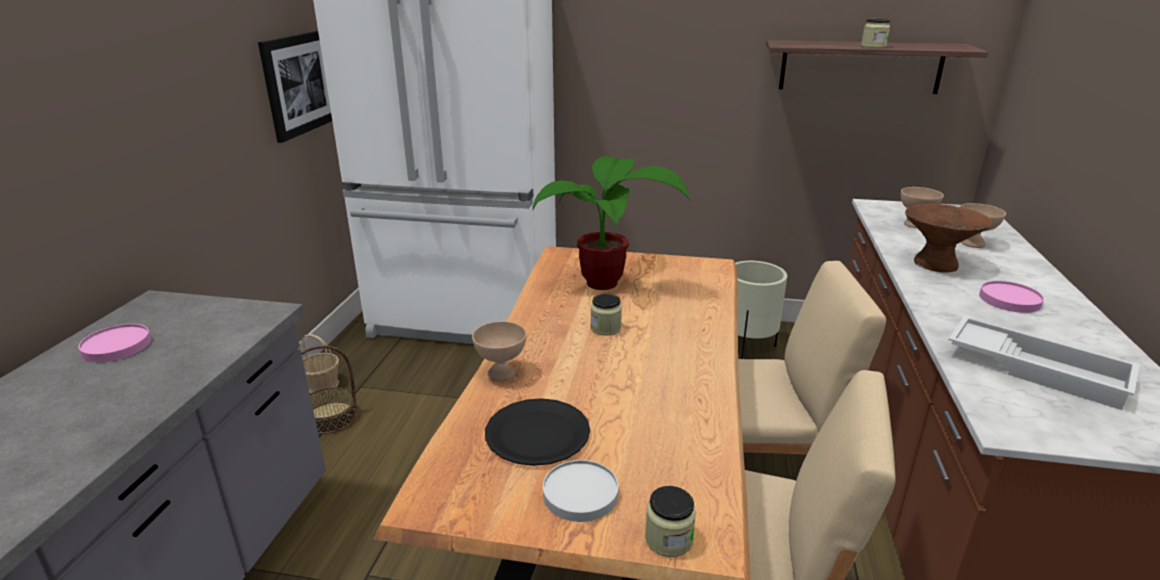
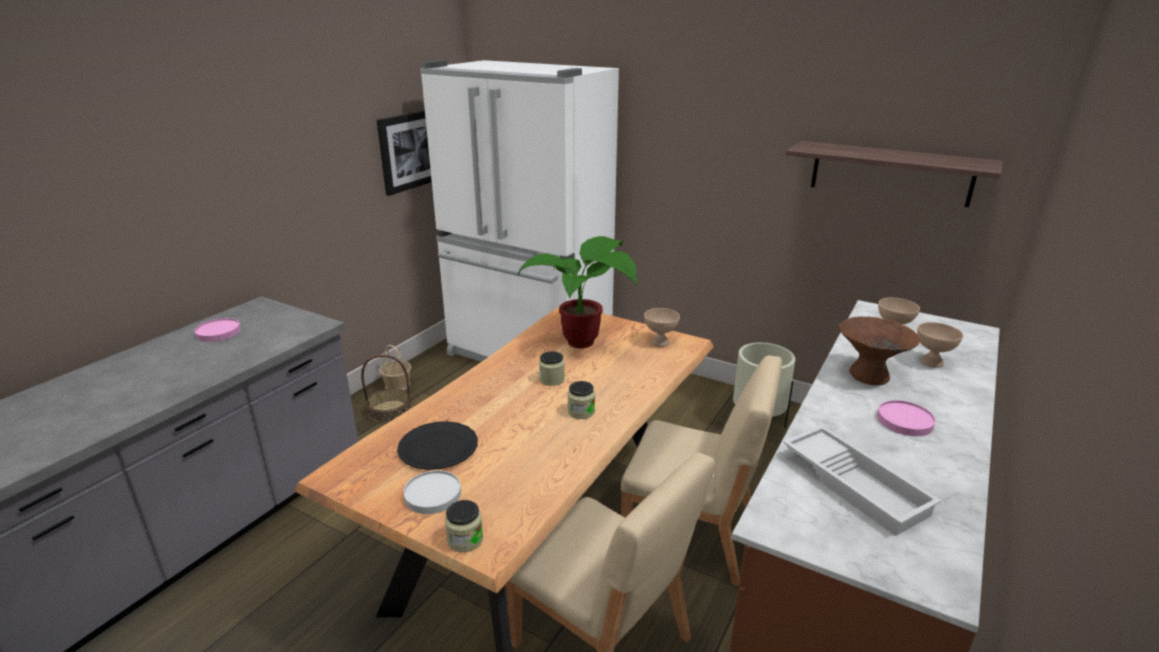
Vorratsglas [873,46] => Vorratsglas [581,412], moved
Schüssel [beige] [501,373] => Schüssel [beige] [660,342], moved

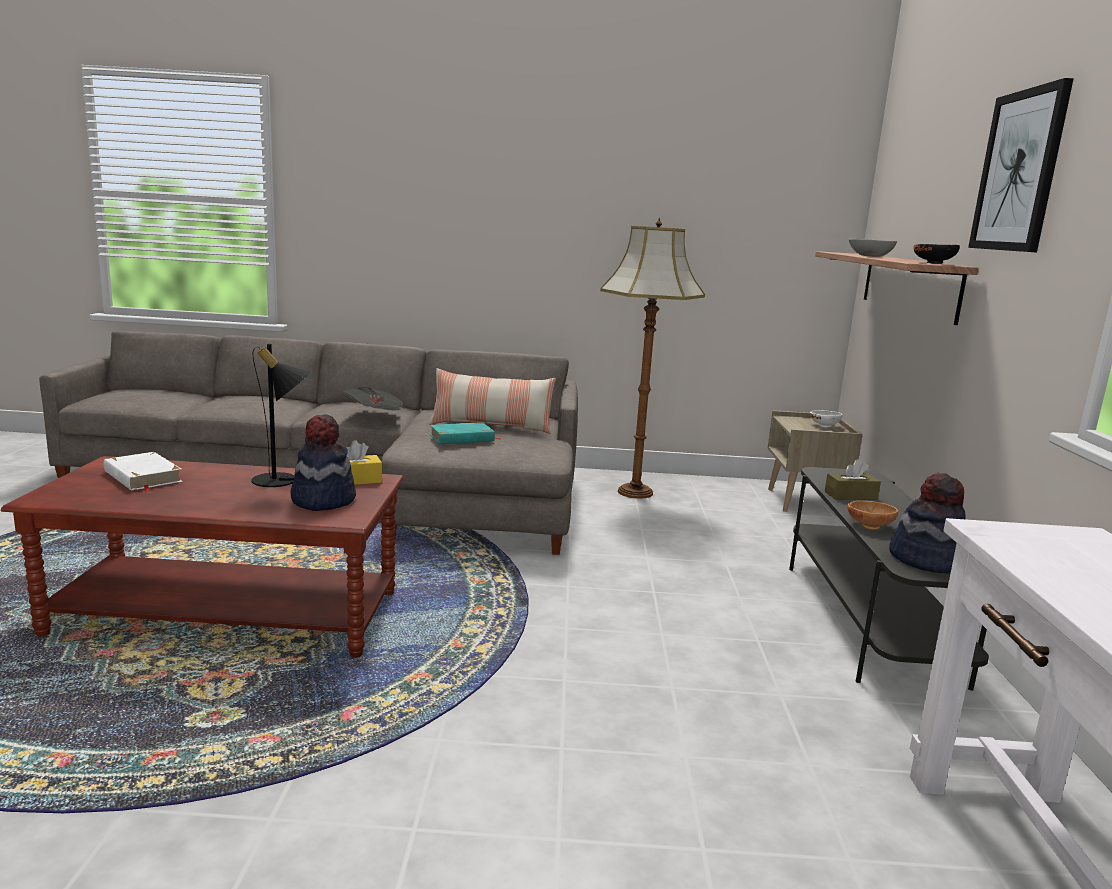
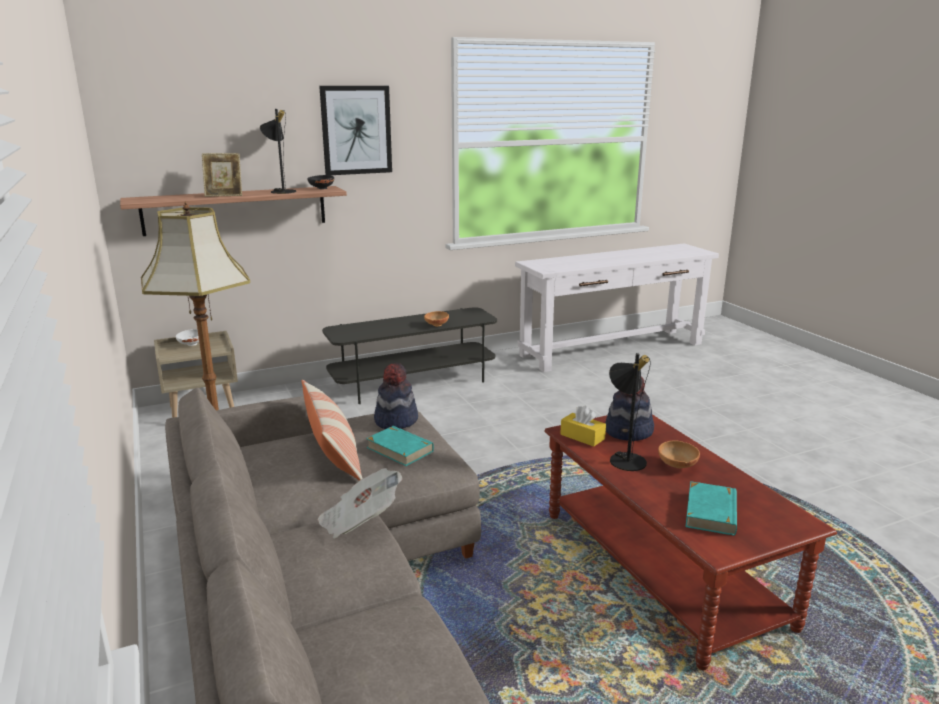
Schüssel [grau] [870,256] => Bilderrahmen [224,195]
nothing => Tischlampe [schwarz] [281,191]
Hut [926,560] => Hut [395,420], moved
nothing => Schüssel [braun] [676,466]
Buch [weiß] [142,477] => Buch [türkis] [711,512]
Taschentuchbox [braun] [850,495] => nothing

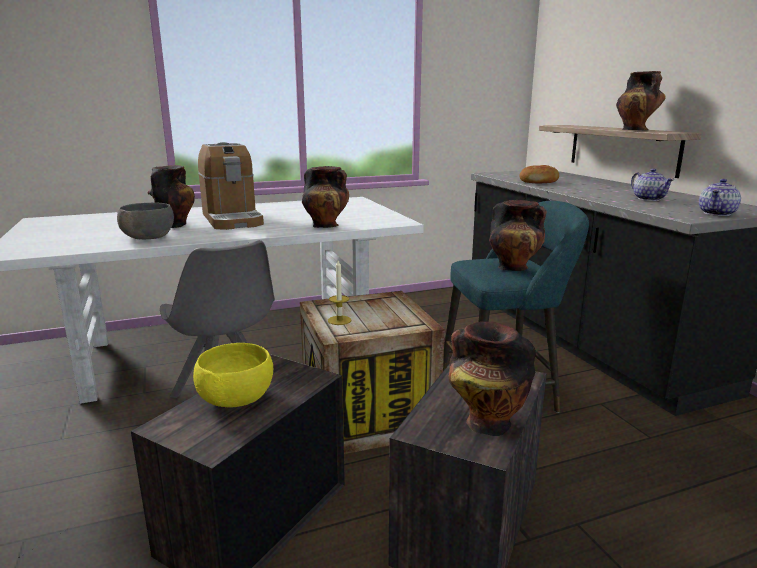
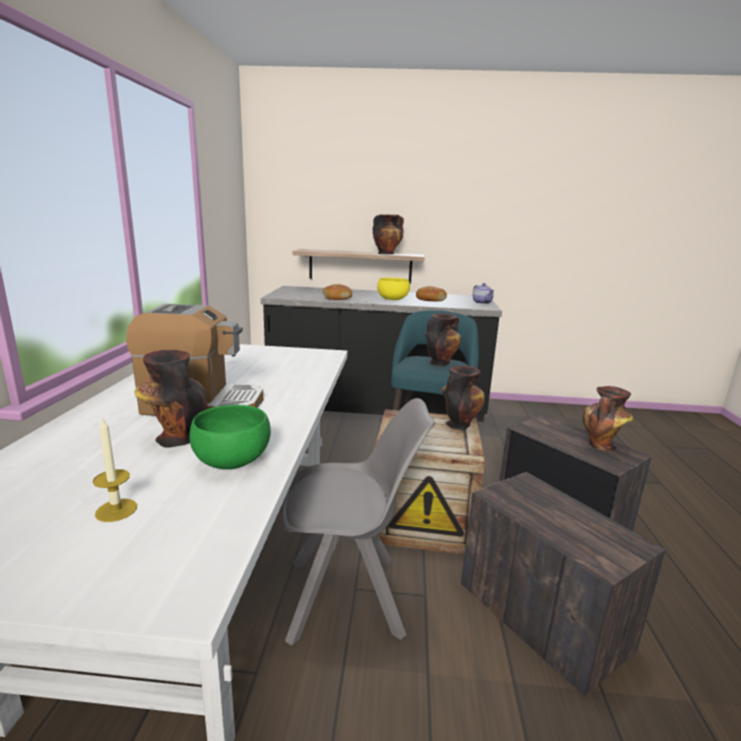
Kerze [339,320] => Kerze [116,510], moved
Schüssel [grau] [148,237] => Schüssel [grün] [232,460]
Schüssel [gelb] [235,399] => Schüssel [gelb] [393,299], moved
Teekanne [649,199] => Brot [430,299]
Vase [327,225] => Vase [459,424], moved

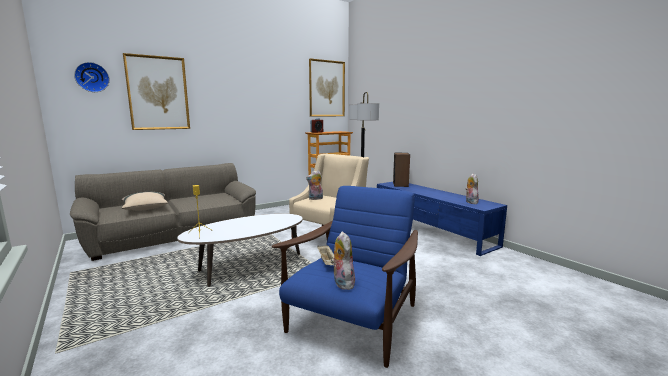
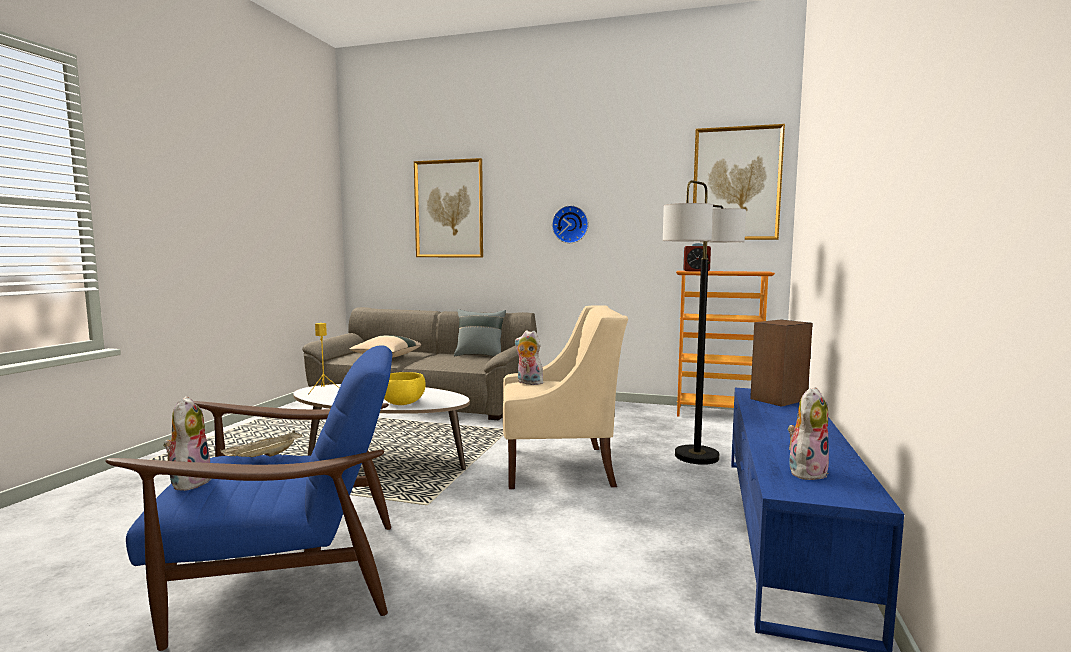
Plüschtier [342,283] => Plüschtier [189,481], 45 degrees counterclockwise
nothing => Schüssel [gelb] [402,403]
nothing => Kissen [grau] [480,355]
Wanduhr [92,77] => Wanduhr [570,224], moved

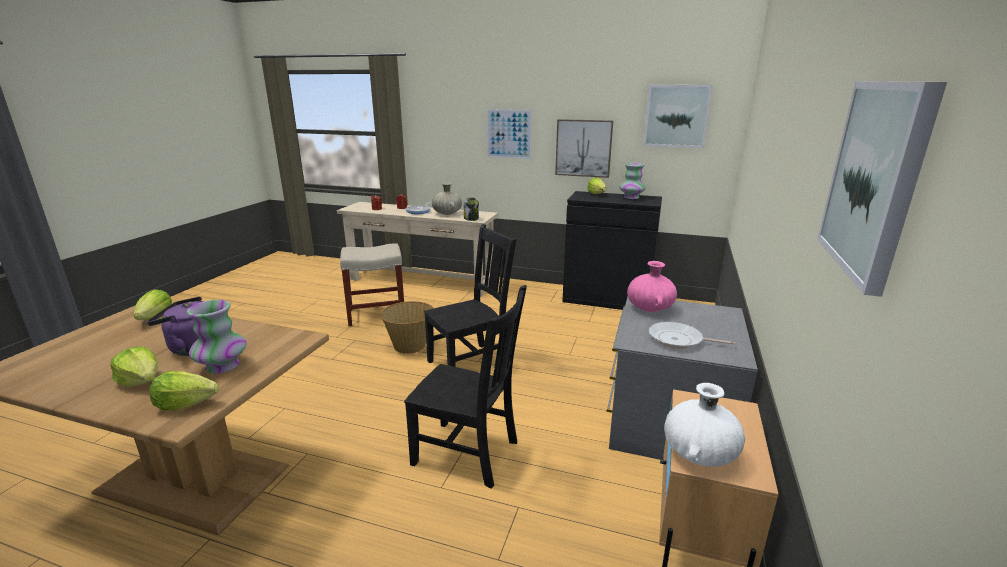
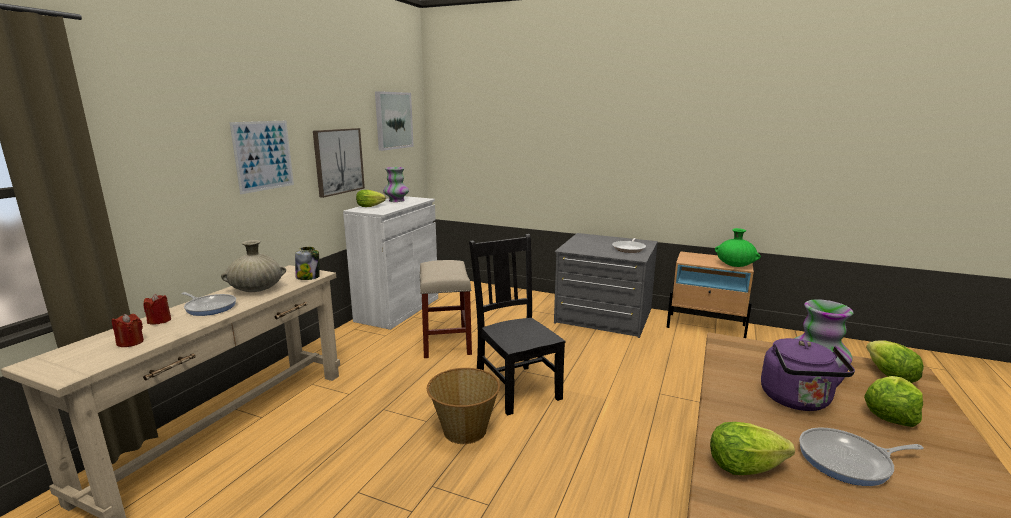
Schrank [schwarz] [606,299] => Schrank [weiß] [398,309]
Hocker [beige] [377,314] => Hocker [beige] [445,342], moved
Vase [weiß] [699,453] => Vase [grün] [735,265]
nothing => Pfanne [848,461]
Stuhl [schwarz] [469,453] => nothing
Vase [rosa] [650,308] => nothing
Bild [875,179] => nothing

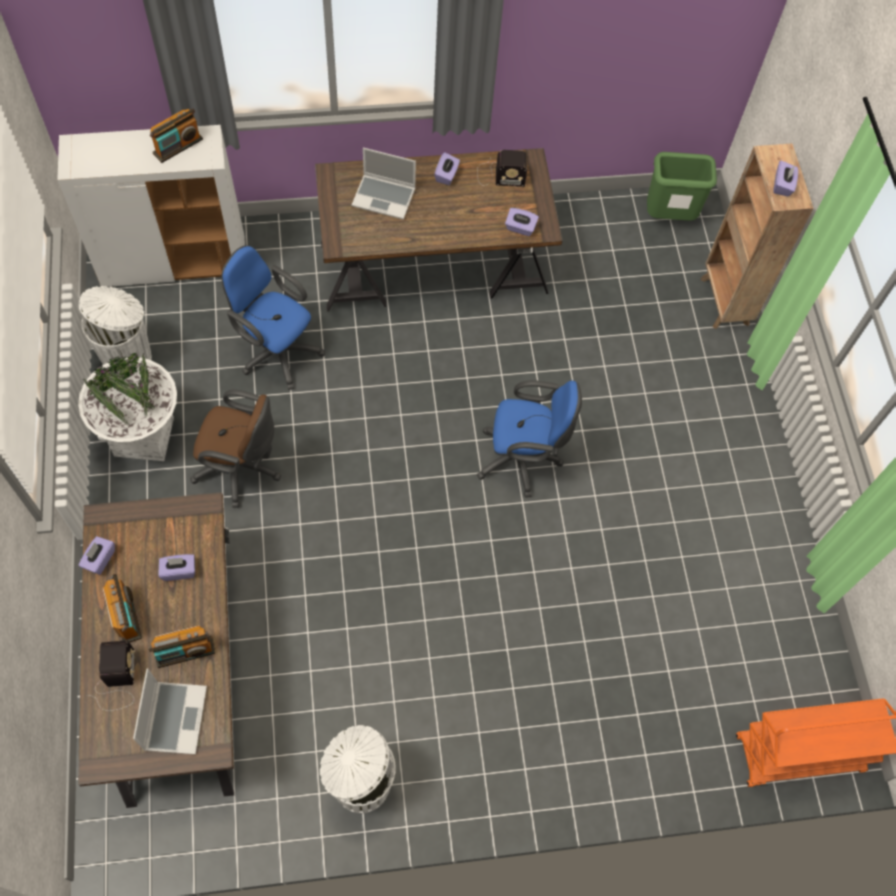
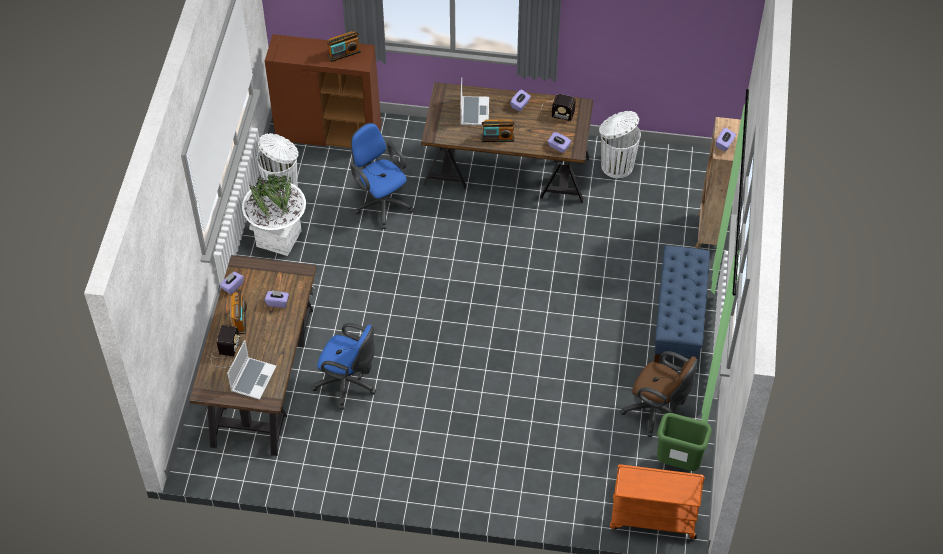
Schrank [weiß] [175,262] => Schrank [braun] [329,134]
Bürostuhl [blau] [523,459] => Bürostuhl [blau] [348,384], moved
Laptop [384,197] => Laptop [474,111], 120 degrees counterclockwise
Radio [185,652] => Radio [497,138], moved
Mülleimer [weiß] [360,783] => Mülleimer [weiß] [616,165], moved
Bürostuhl [braun] [241,469] => Bürostuhl [braun] [657,412], moved
nothing => Bank [blau] [678,324]
Mülleimer [grün] [669,217] => Mülleimer [grün] [678,463], moved

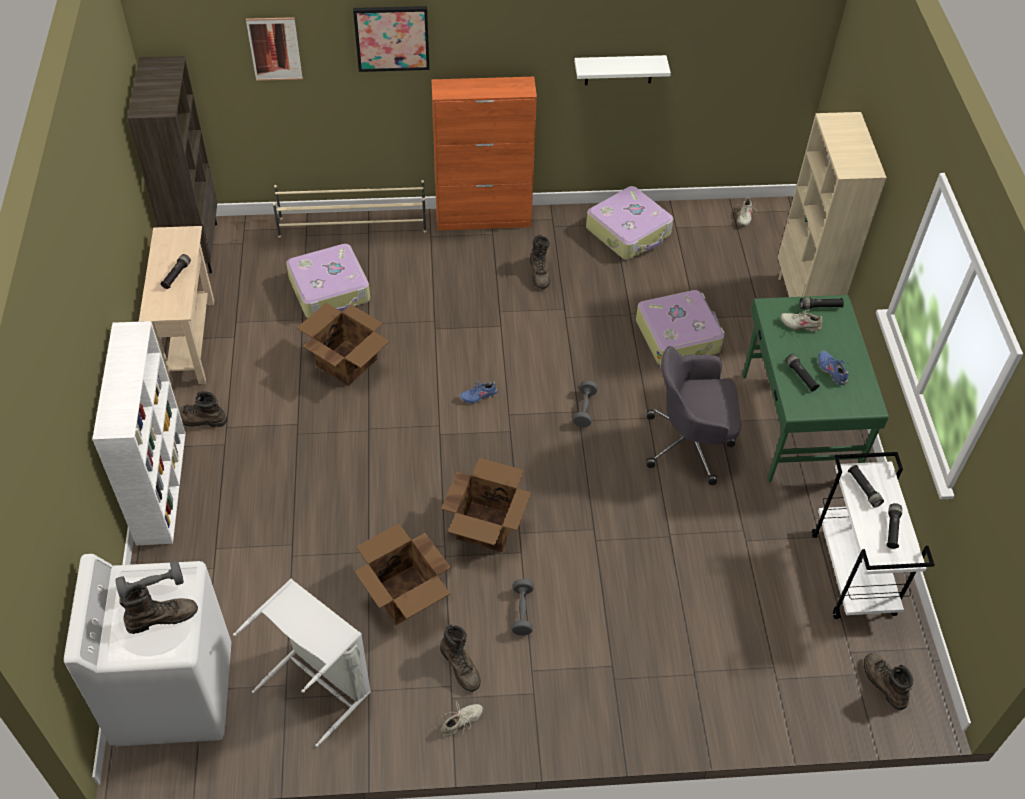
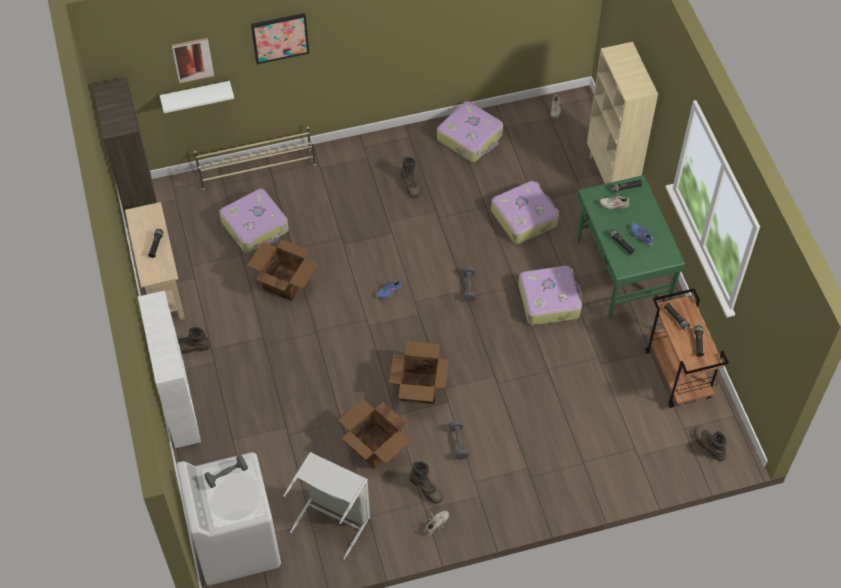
Wandregal [weiß] [619,70] => Wandregal [weiß] [196,96], moved
Bürostuhl [grau] [690,444] => Koffer [549,300]
Rollwagen [weiß] [853,574] => Rollwagen [braun] [678,374]
Stiefel [braun] [162,617] => nothing
Schrank [orange] [484,218] => nothing

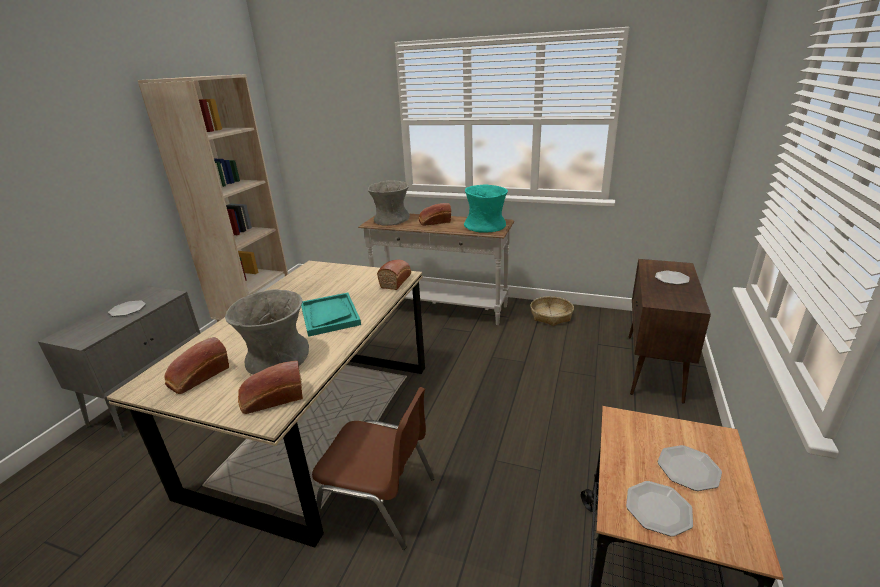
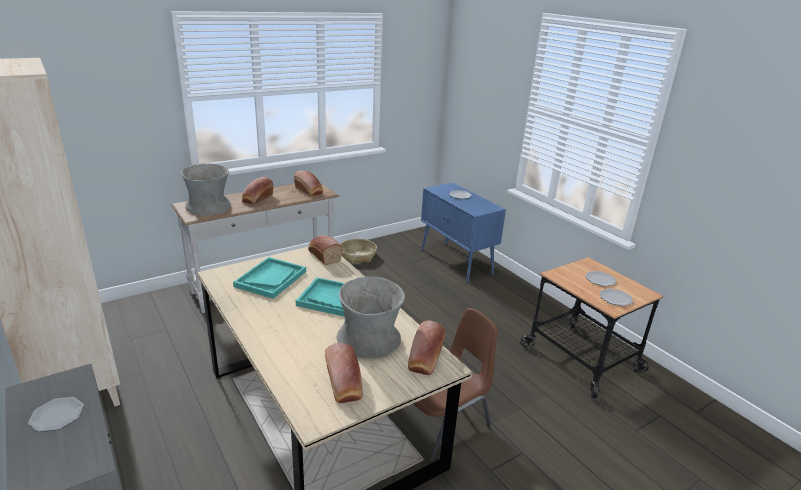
nothing => Tablett [türkis] [271,279]
Vase [türkis] [485,226] => Brot [309,191]
Schrank [braun] [653,367] => Schrank [blau] [456,262]

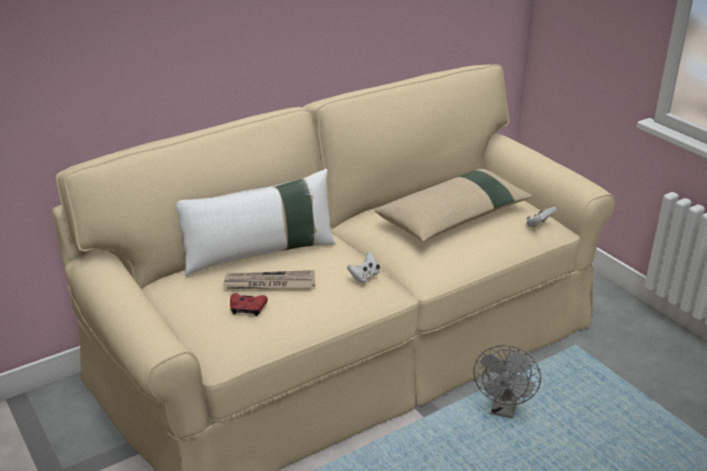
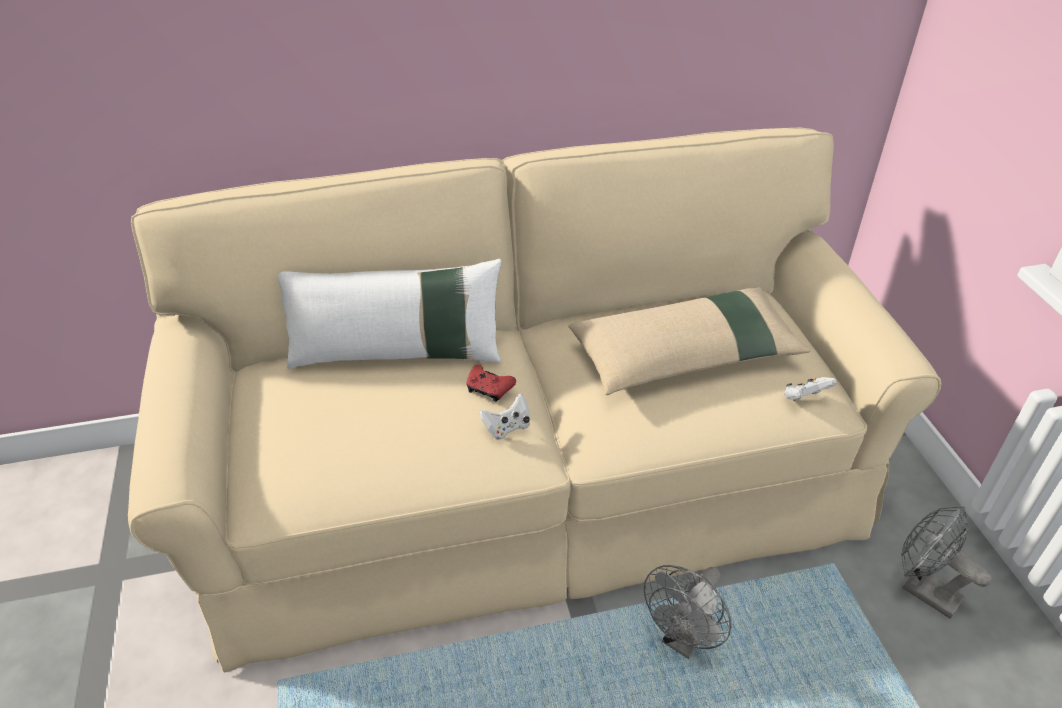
Gamepad [rot] [247,309] => Gamepad [rot] [489,389], moved
nothing => Ventilator [grau] [922,589]
Zeitung [269,284] => nothing

